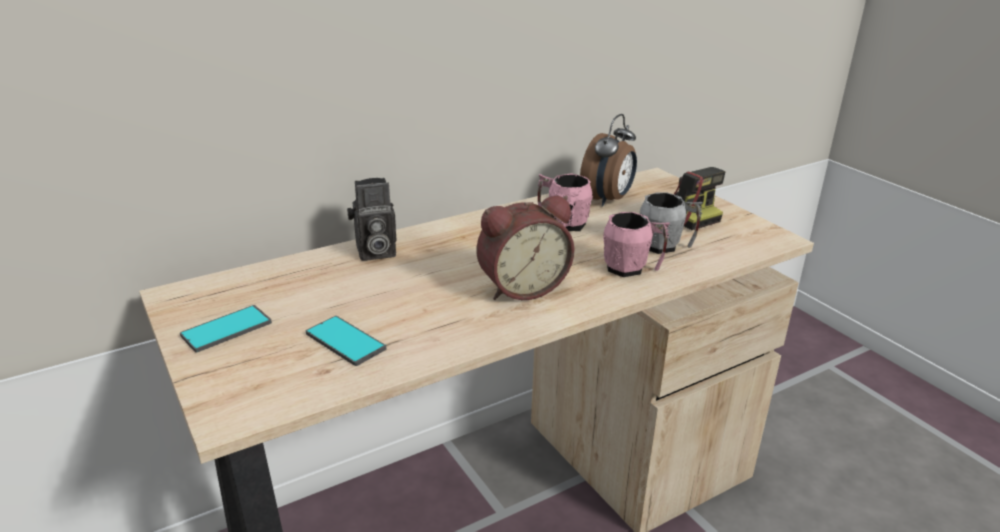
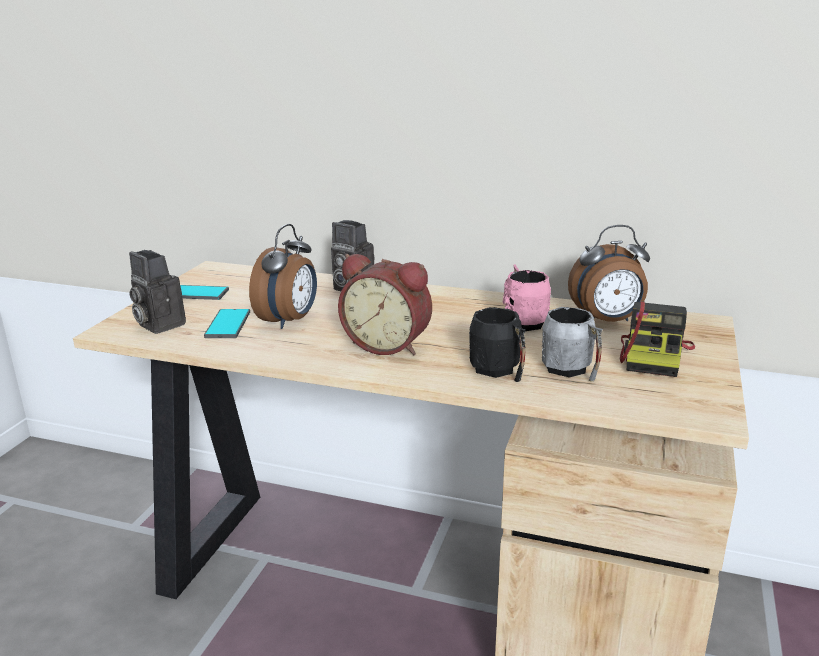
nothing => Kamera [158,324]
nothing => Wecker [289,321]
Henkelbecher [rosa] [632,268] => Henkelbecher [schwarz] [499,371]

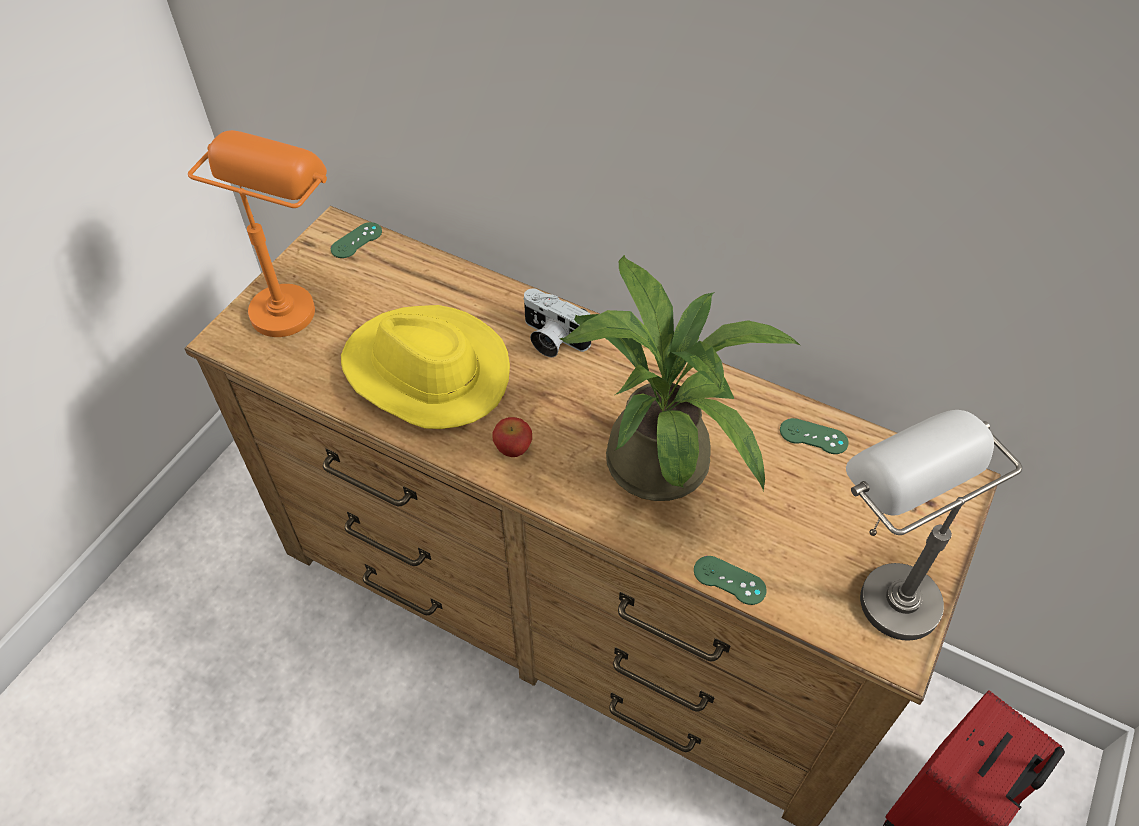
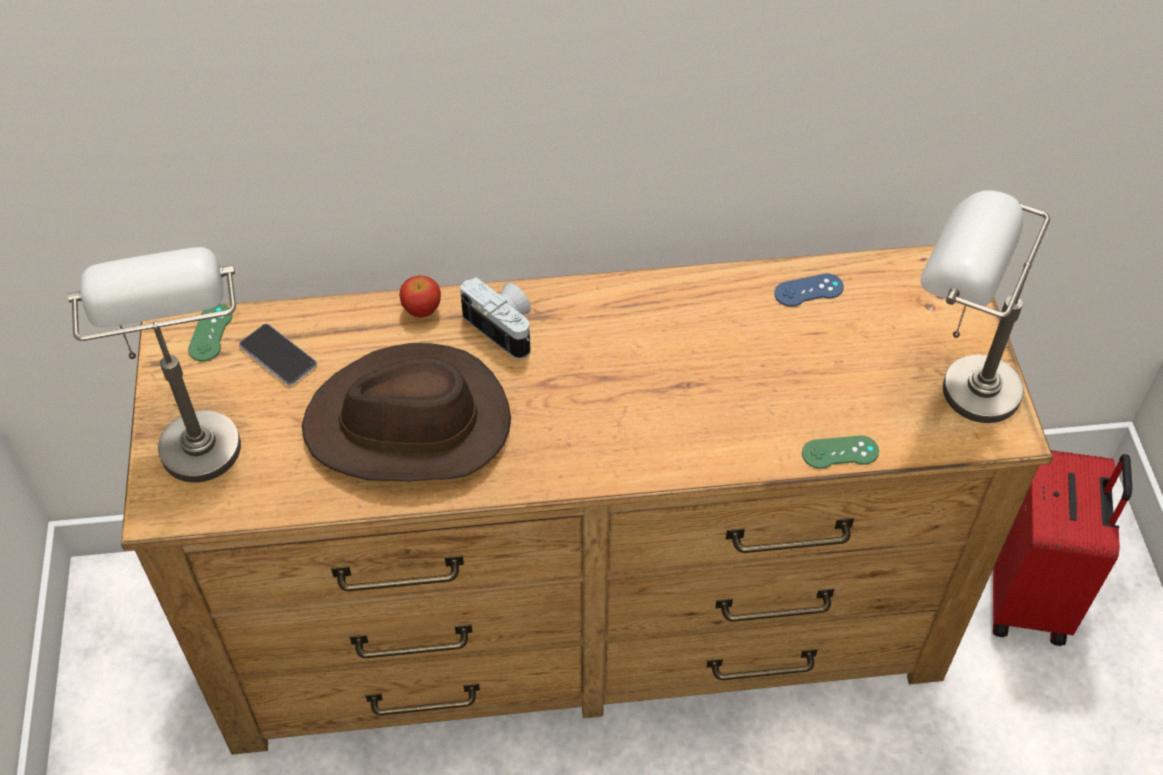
Tischlampe [orange] [292,297] => Tischlampe [grau] [195,427]
nothing => Handy [278,356]
Hut [gelb] [425,372] => Hut [braun] [409,426]
Apfel [513,448] => Apfel [422,309], moved
Kamera [551,339] => Kamera [505,327], 135 degrees counterclockwise
Gamepad [grün] [813,436] => Gamepad [blau] [808,290]
Topfpflanze [656,451] => nothing

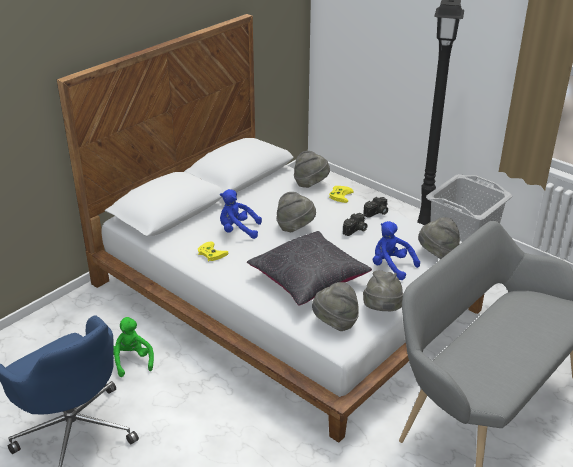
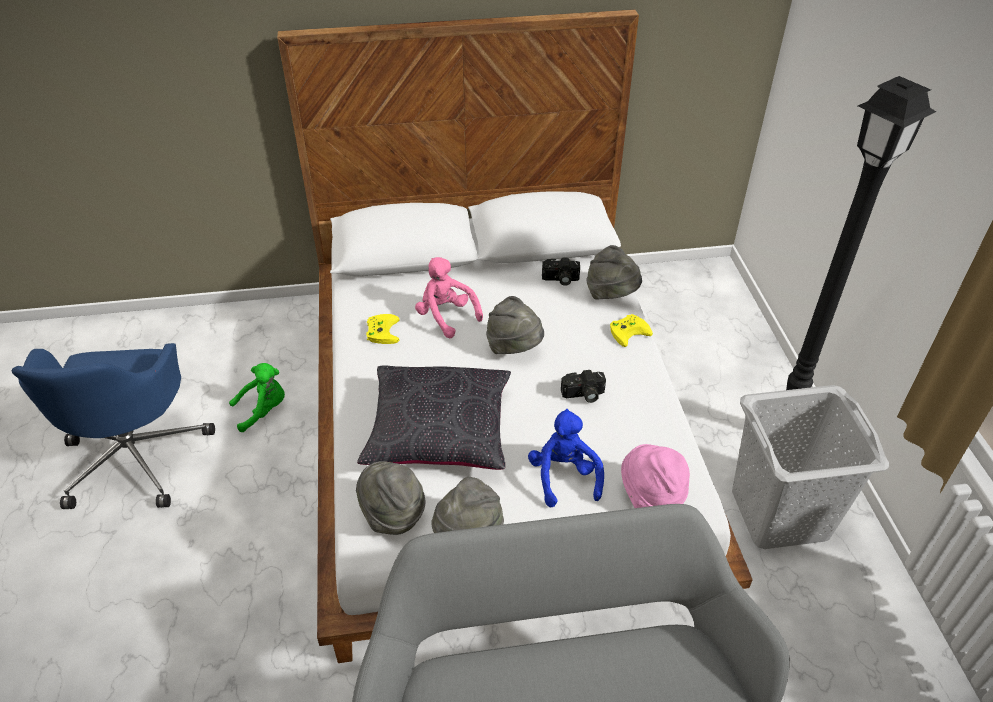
Plüschtier [grün] [131,360] => Plüschtier [grün] [263,410], 45 degrees clockwise
Plüschtier [blau] [238,230] => Plüschtier [rosa] [446,316]
Kamera [377,213] => Kamera [560,279], moved
Hut [grau] [437,254] => Hut [rosa] [651,497]

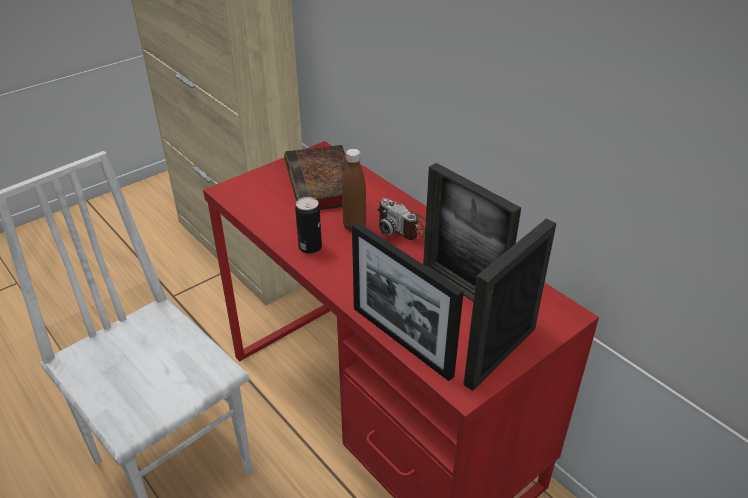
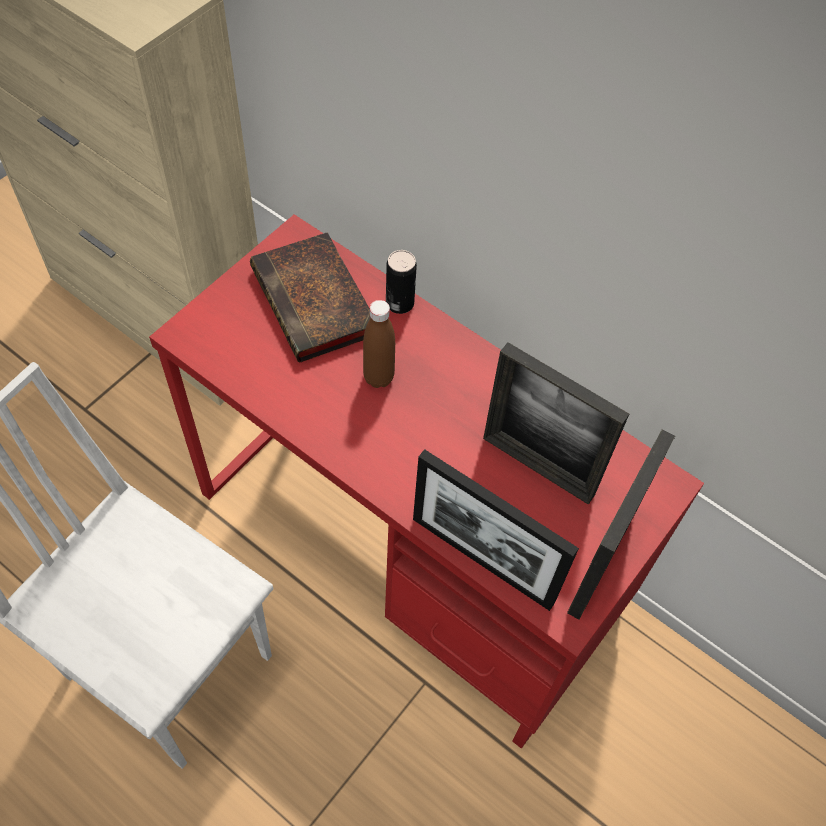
Dose [310,247] => Dose [399,303], moved
Kamera [403,225] => nothing

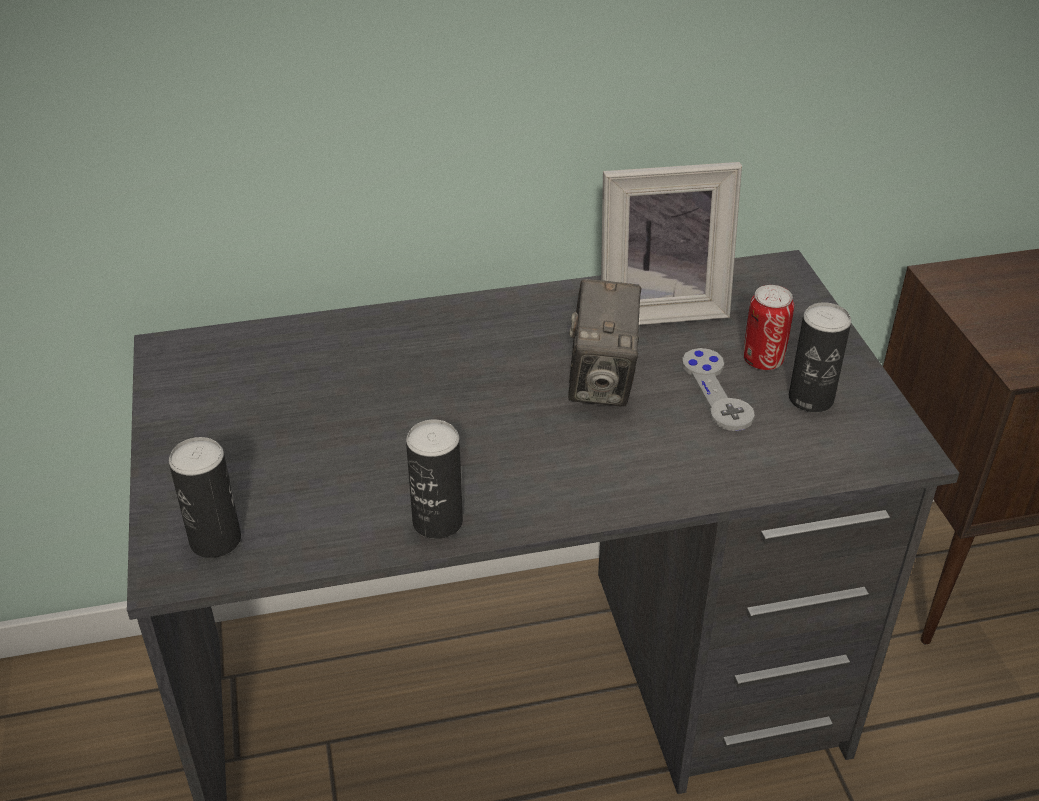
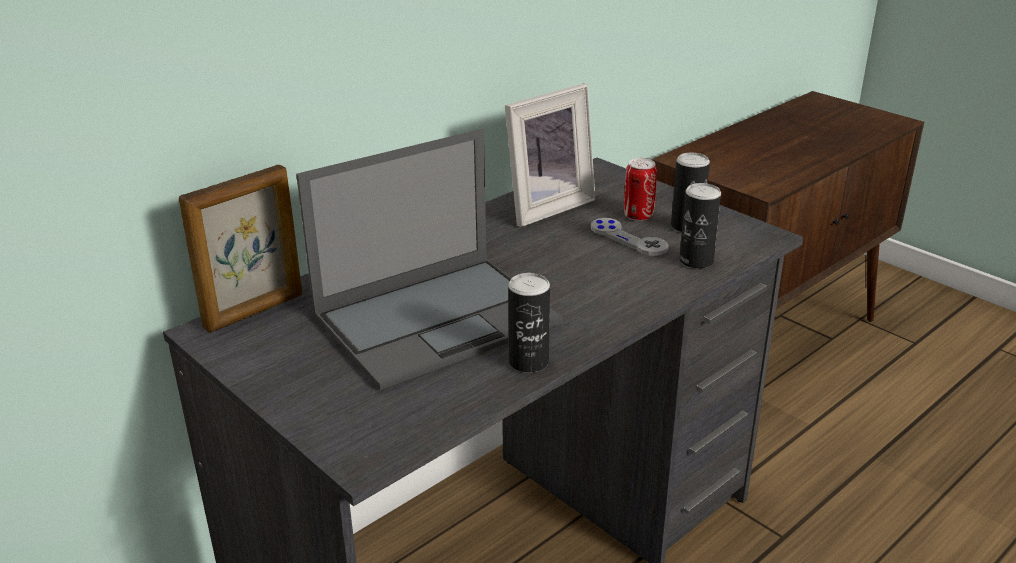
nothing => Bilderrahmen [255,311]
nothing => Laptop [439,318]
Dose [215,540] => Dose [696,261], moved
Kamera [602,382] => nothing

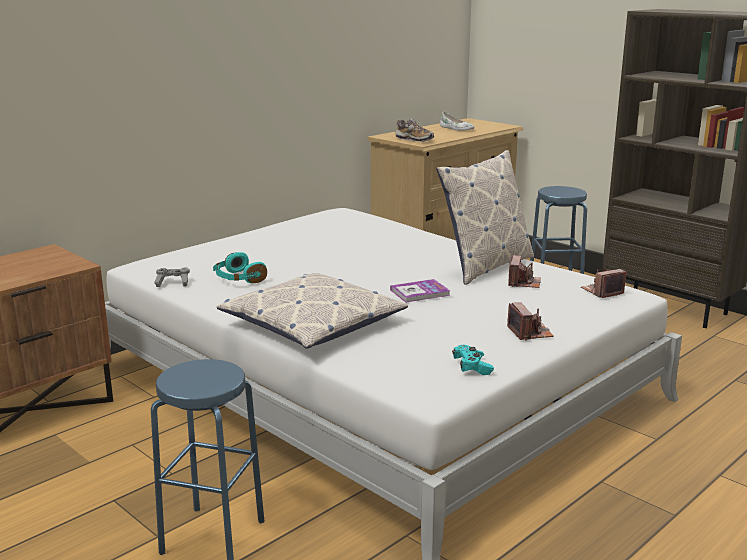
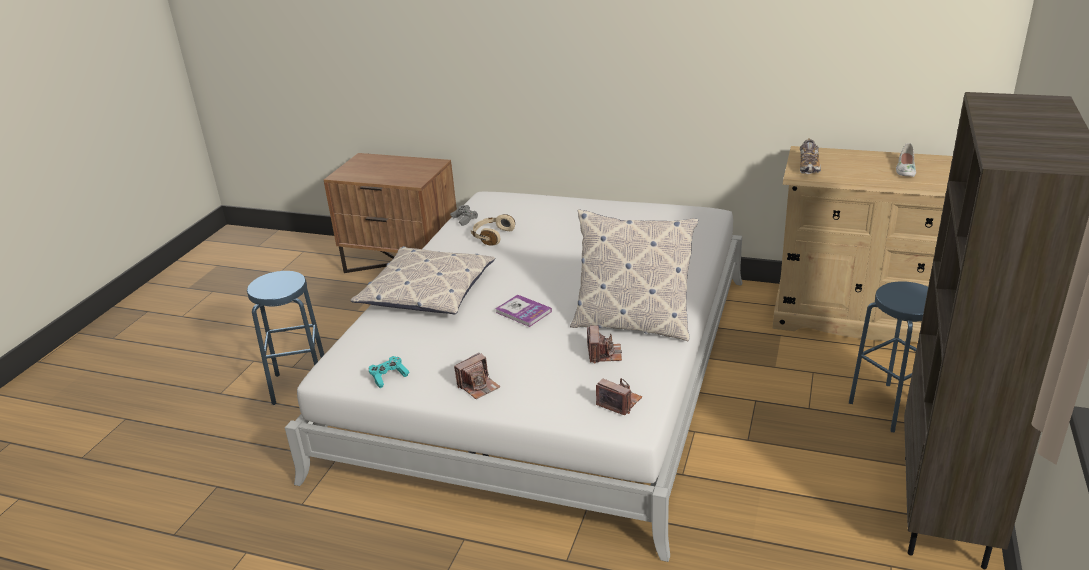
Kopfhörer [türkis] [238,279] => Kopfhörer [beige] [492,236]
Kamera [523,283] => Kamera [604,354], 75 degrees counterclockwise

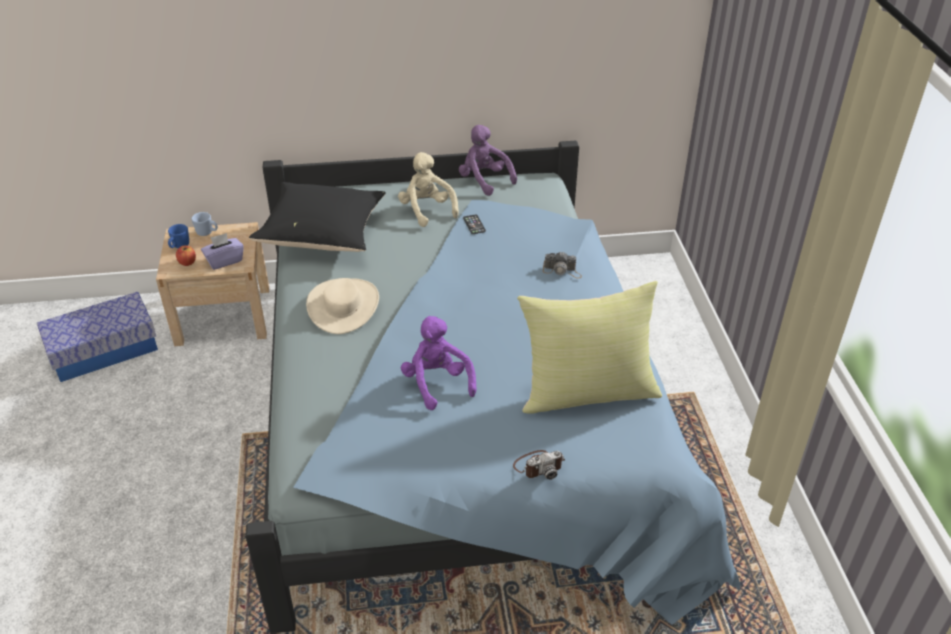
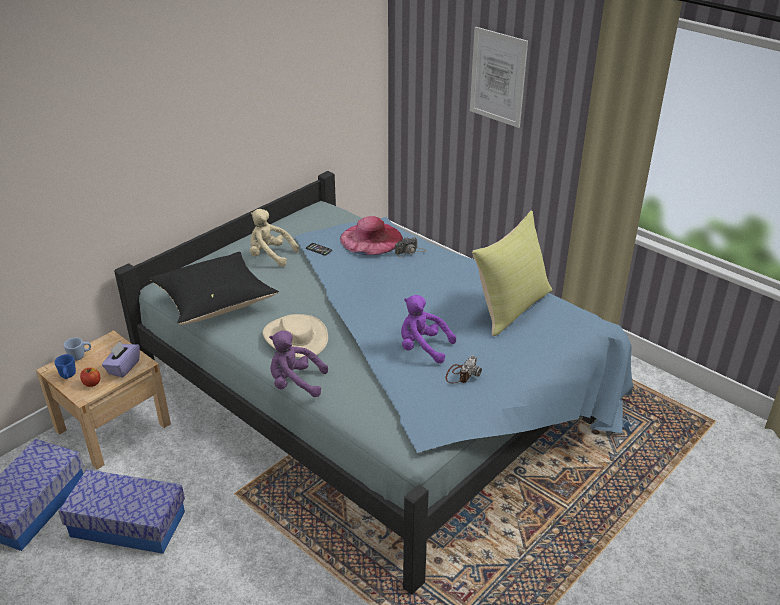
nothing => Aufbewahrungsbox [128,524]
Plüschtier [lila] [484,180] => Plüschtier [lila] [295,383], moved
nothing => Hut [rosa] [371,238]
Kamera [538,466] => Kamera [461,374], moved
nothing => Bild [498,77]

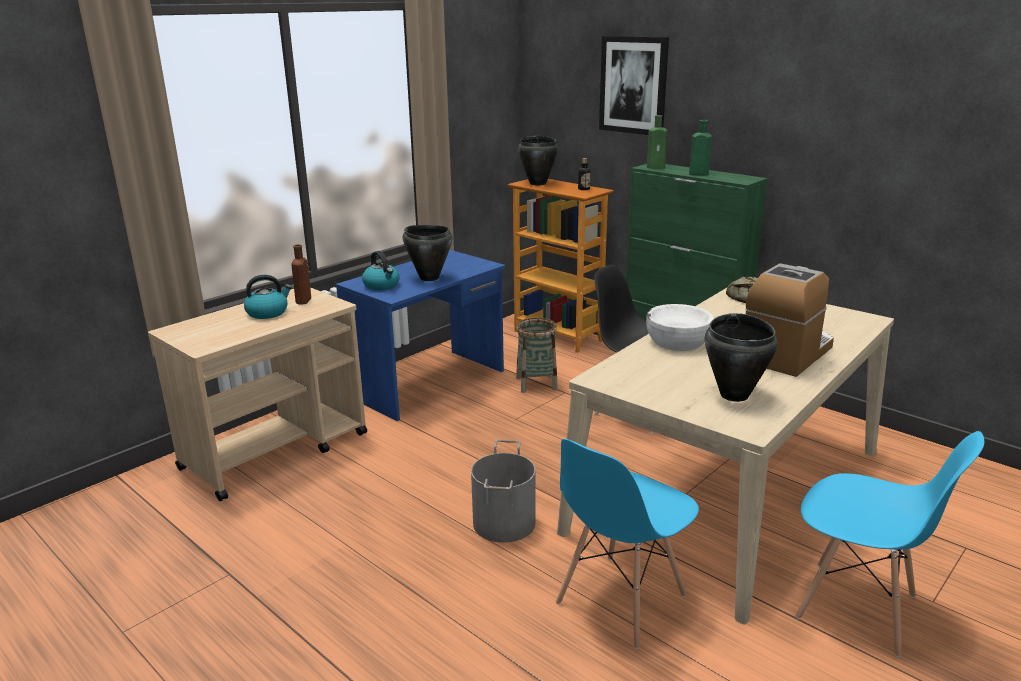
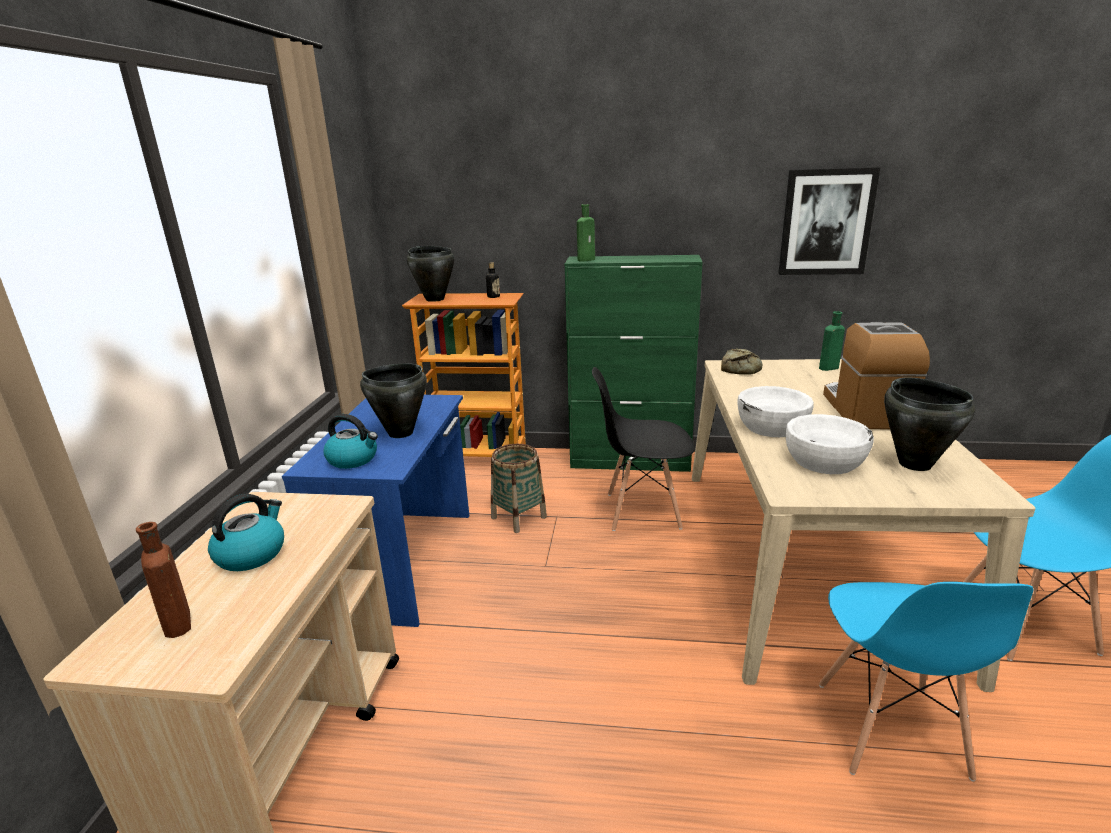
Flasche [braun] [303,301] => Flasche [braun] [178,626], moved
Bild [633,85] => Bild [826,222], moved
nothing => Schüssel [weiß] [824,460]
Flasche [grün] [697,174] => Flasche [grün] [827,368], moved
Eimer [grau] [505,522] => nothing

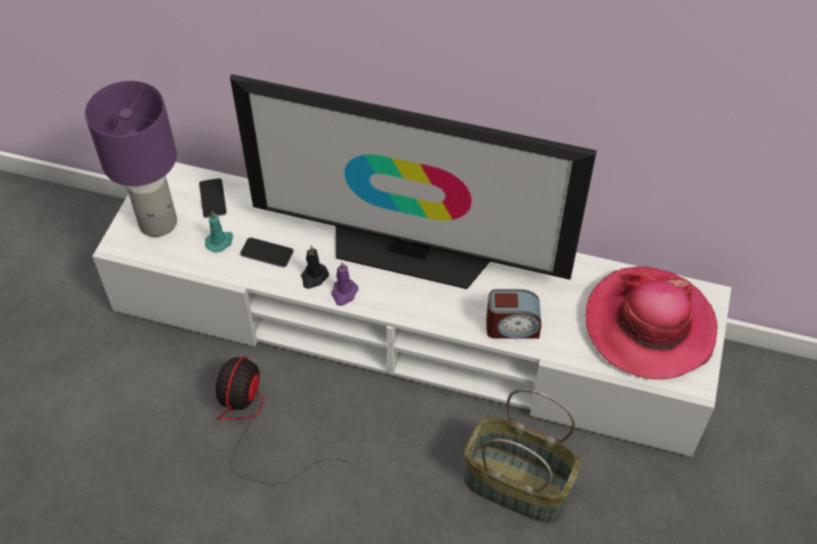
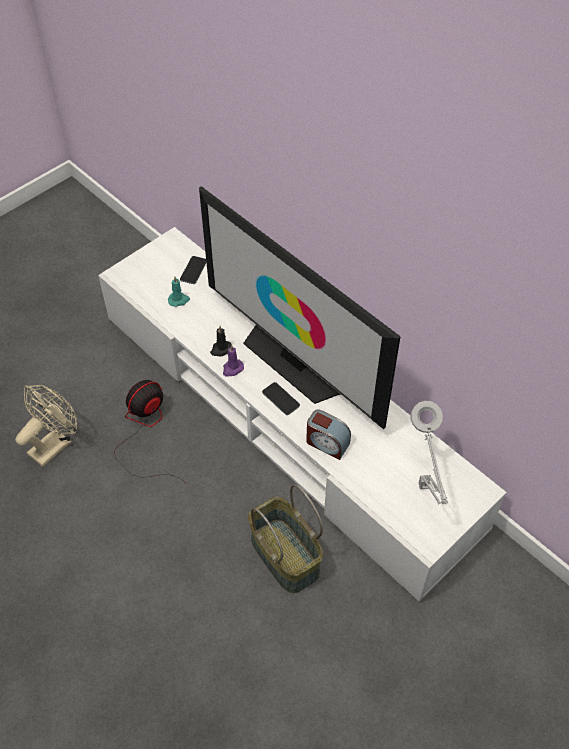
nothing => Ventilator [beige] [55,444]
Handy [267,253] => Handy [280,399], moved
Hut [649,326] => Tischlampe [grau] [424,489]
Tischlampe [lila] [159,222] => nothing

